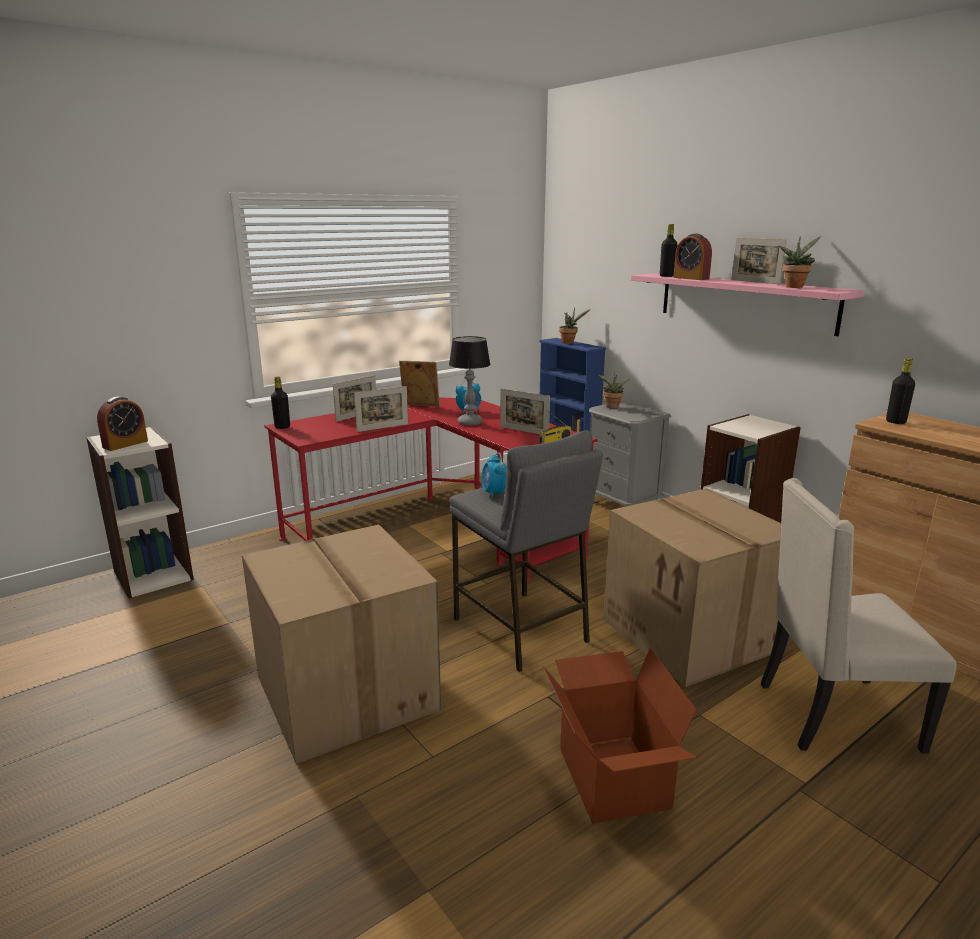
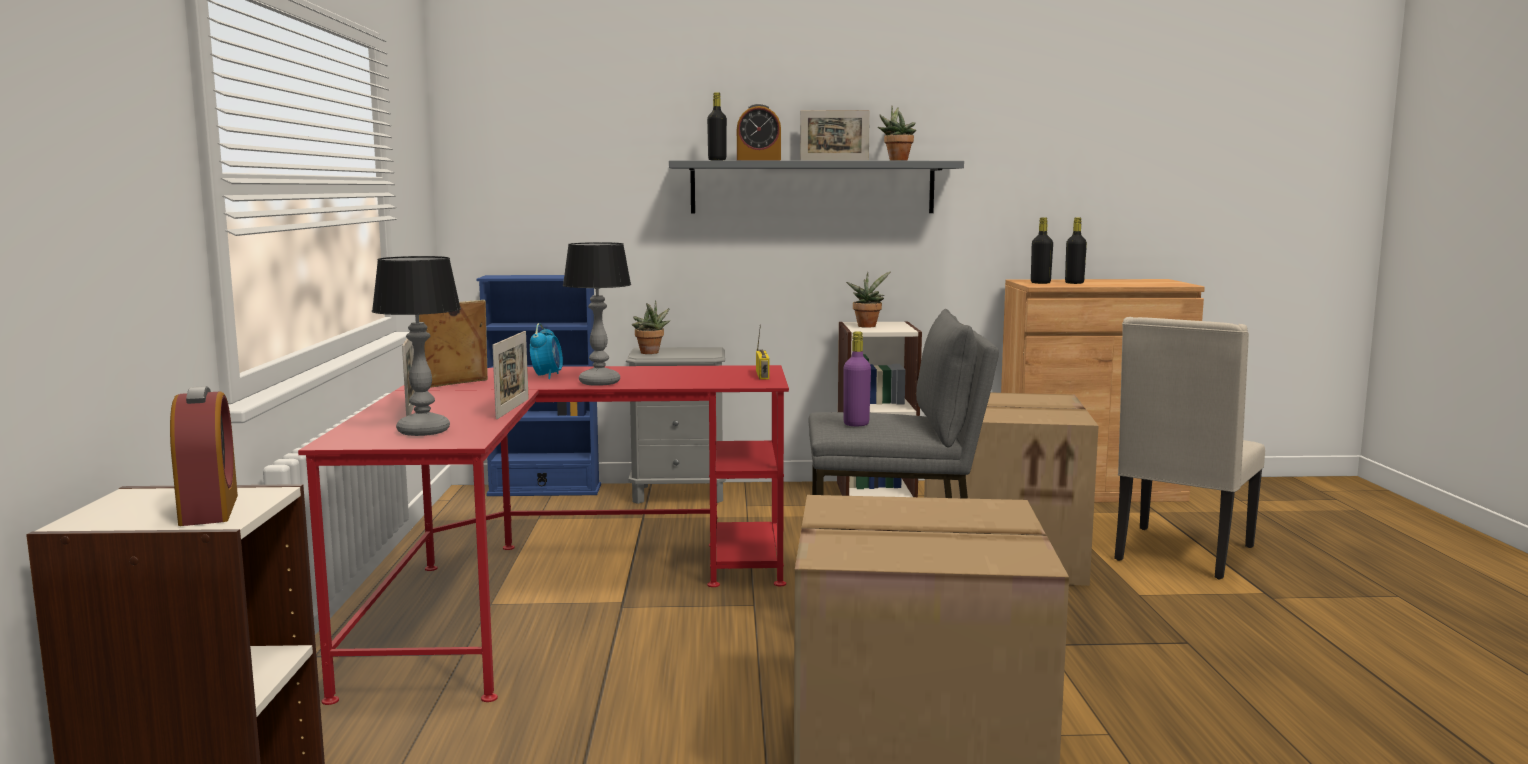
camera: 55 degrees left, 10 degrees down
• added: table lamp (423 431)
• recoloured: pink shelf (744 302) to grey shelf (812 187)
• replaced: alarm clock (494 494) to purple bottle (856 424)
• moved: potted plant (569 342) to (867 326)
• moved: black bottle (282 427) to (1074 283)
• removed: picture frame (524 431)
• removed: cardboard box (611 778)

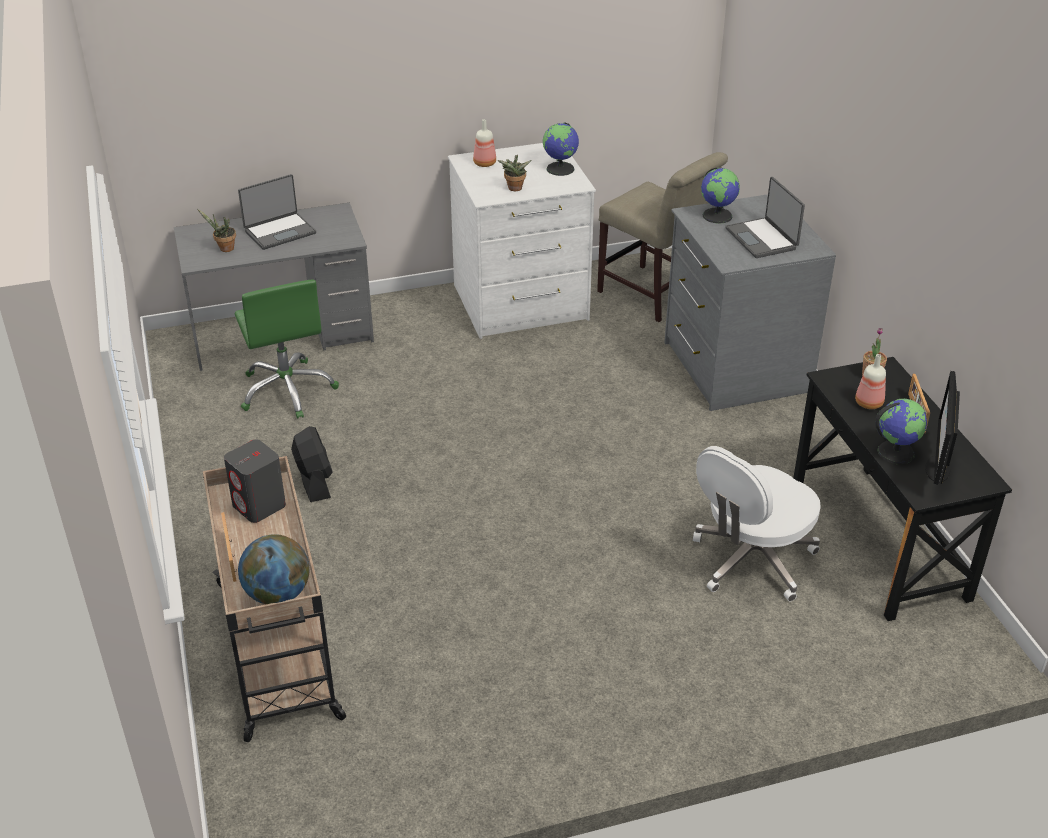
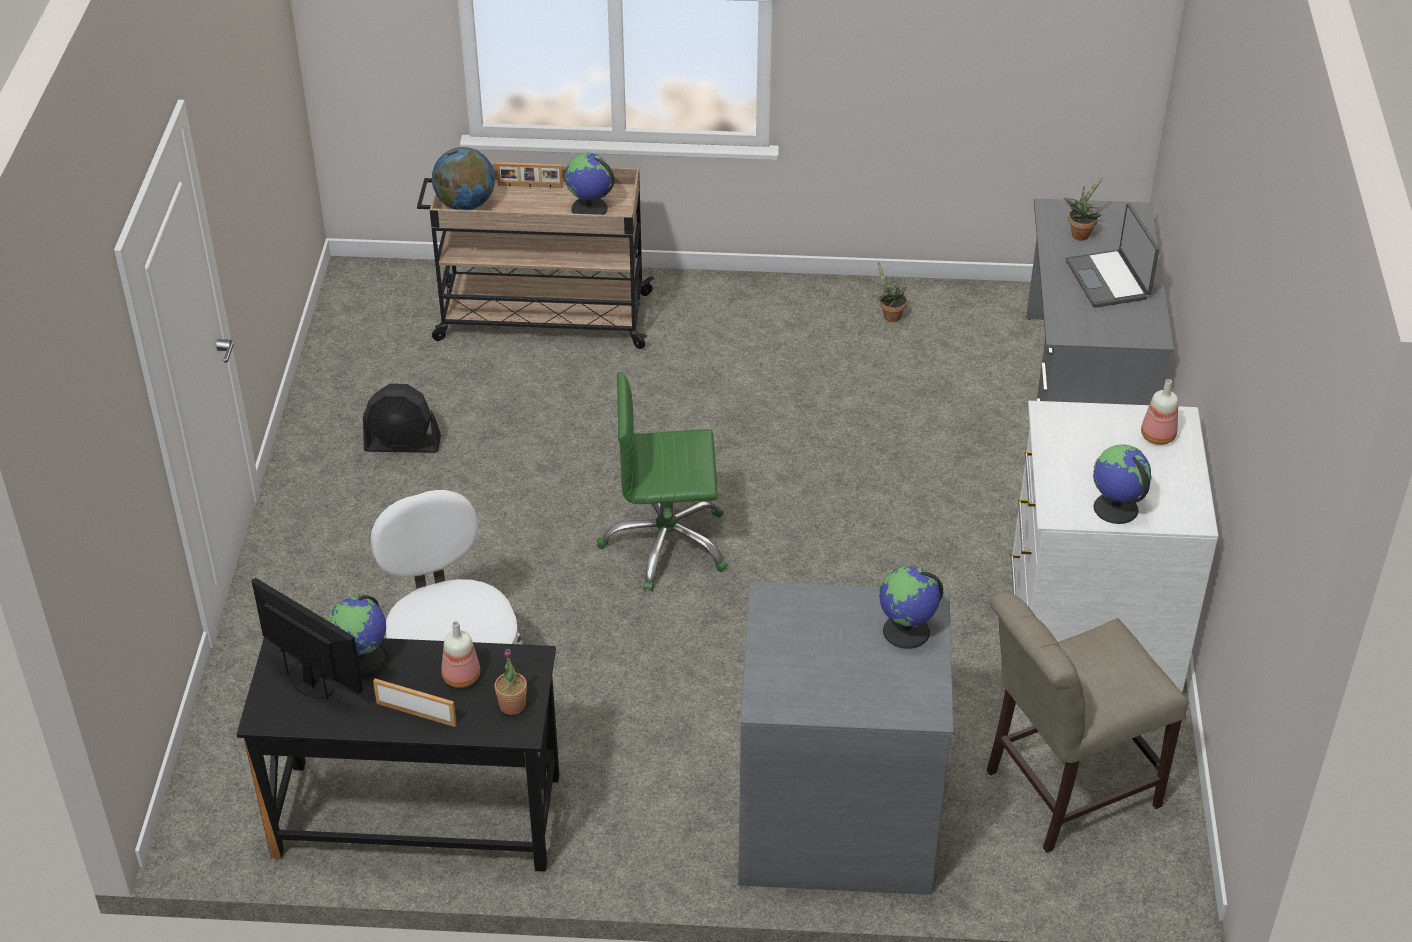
camera: 110 degrees right, 5 degrees up
• moved: black fan (314 481) to (403 444)
• replaced: grey speaker (259 506) to globe (589 209)
• moved: green office chair (287 390) to (666 544)
• moved: potted plant (514 189) to (889 316)
• removed: laptop (762 239)

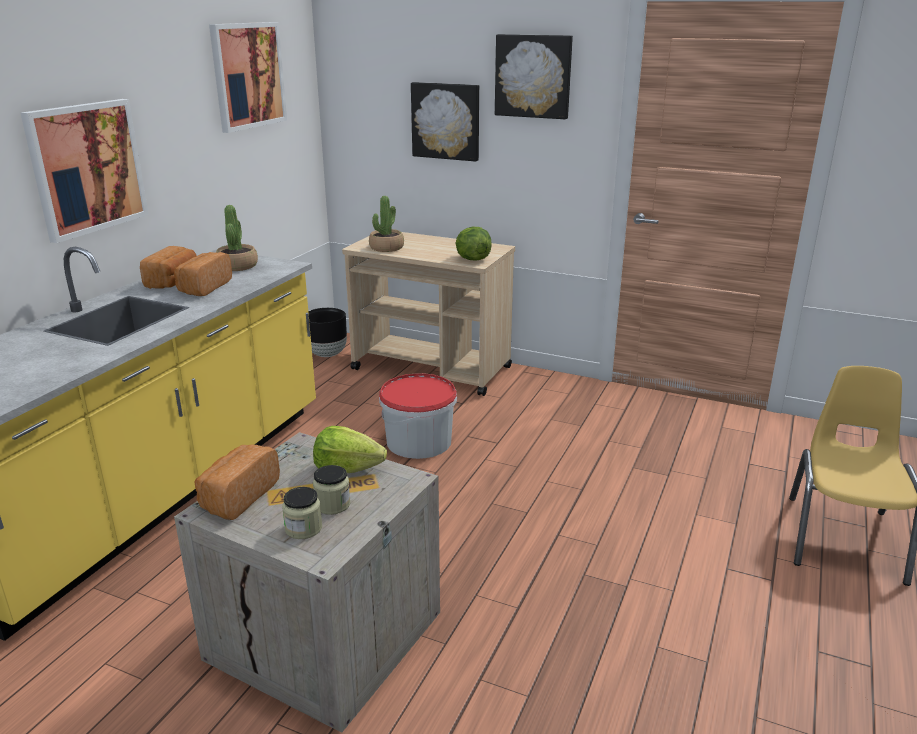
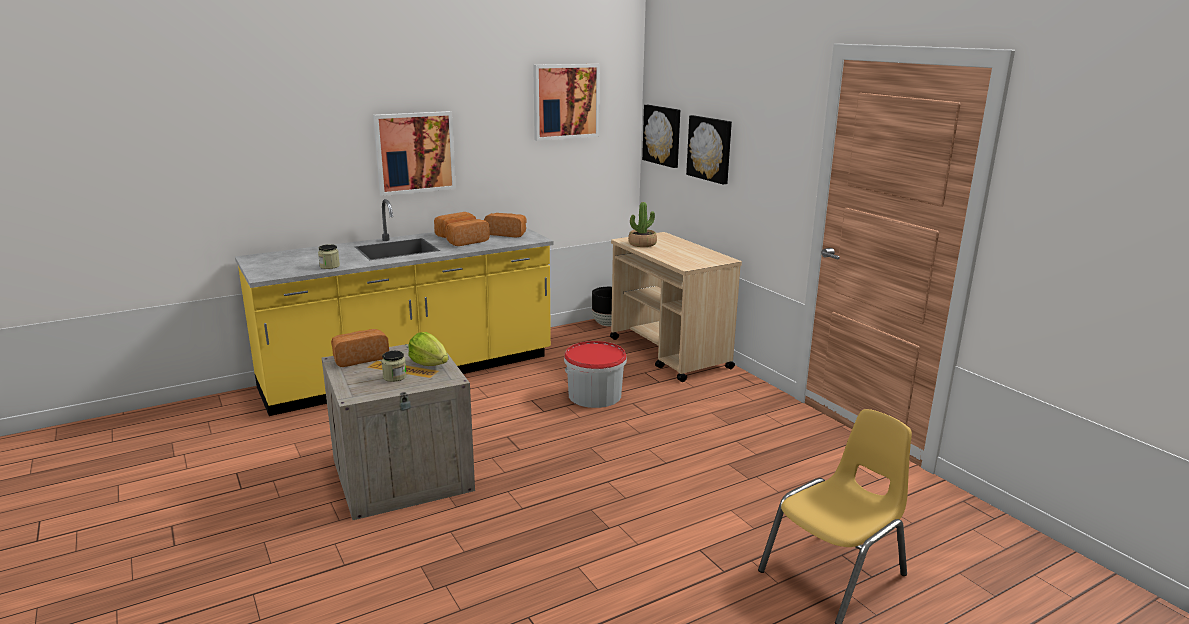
camera: 35 degrees right, 5 degrees down
• moved: jar (303 528) to (329 266)
• replaced: potted plant (237 266) to bread (507 234)
• moved: picture (533 76) to (663 135)
• removed: lettuce (472 259)

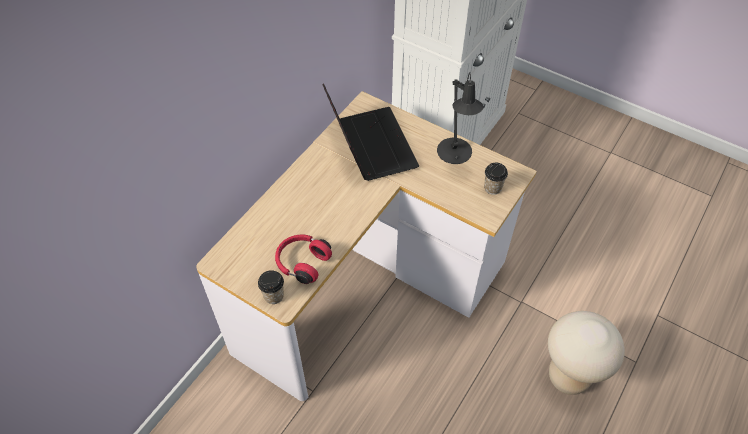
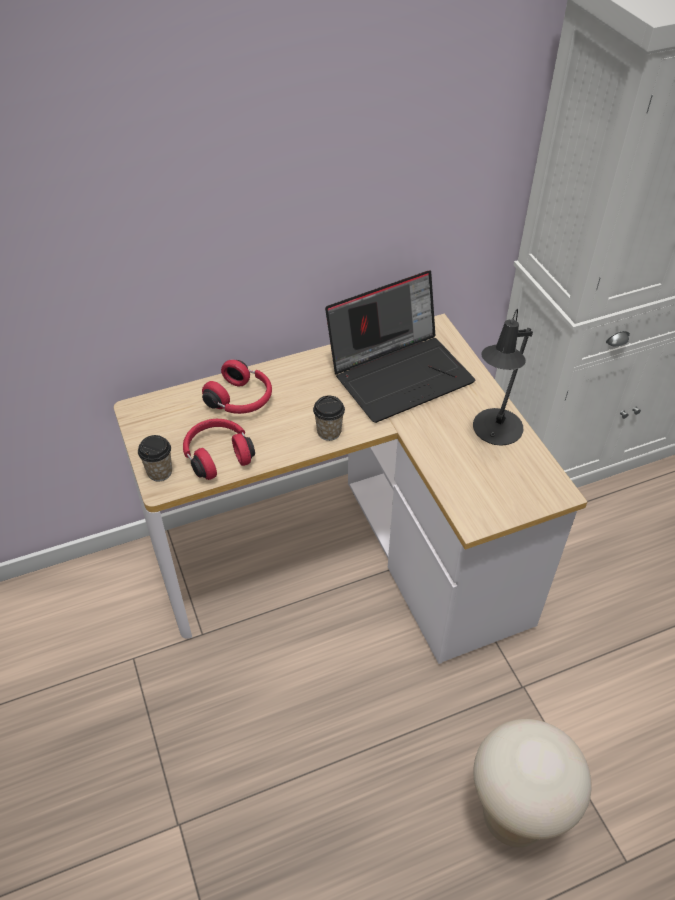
camera: 35 degrees right, 5 degrees down
• added: red headphones (241 400)
• moved: cup (492 188) to (329 432)
• turned: laptop (369 145) = (400 373) 45 degrees clockwise

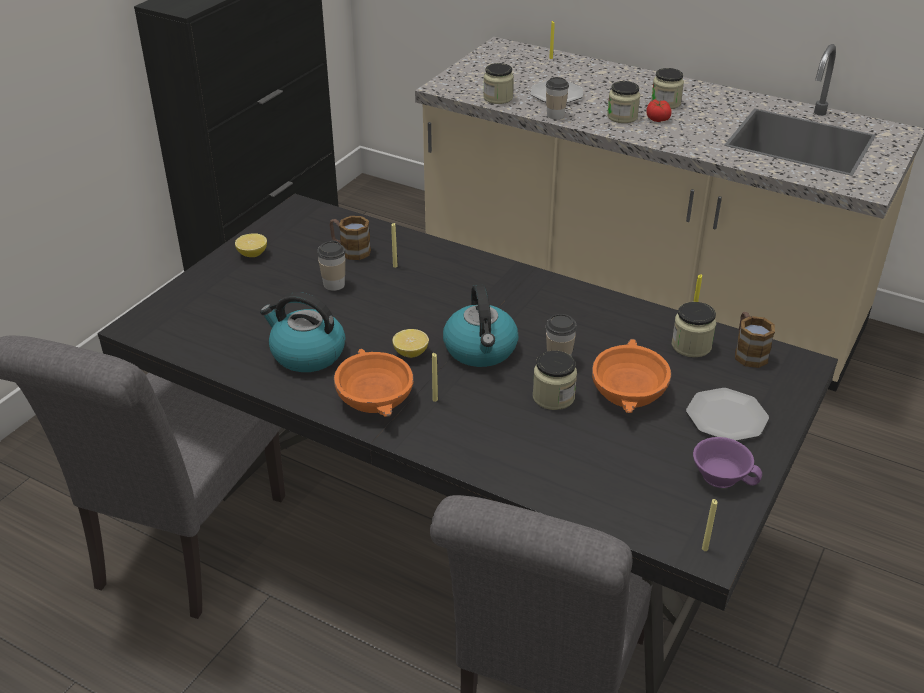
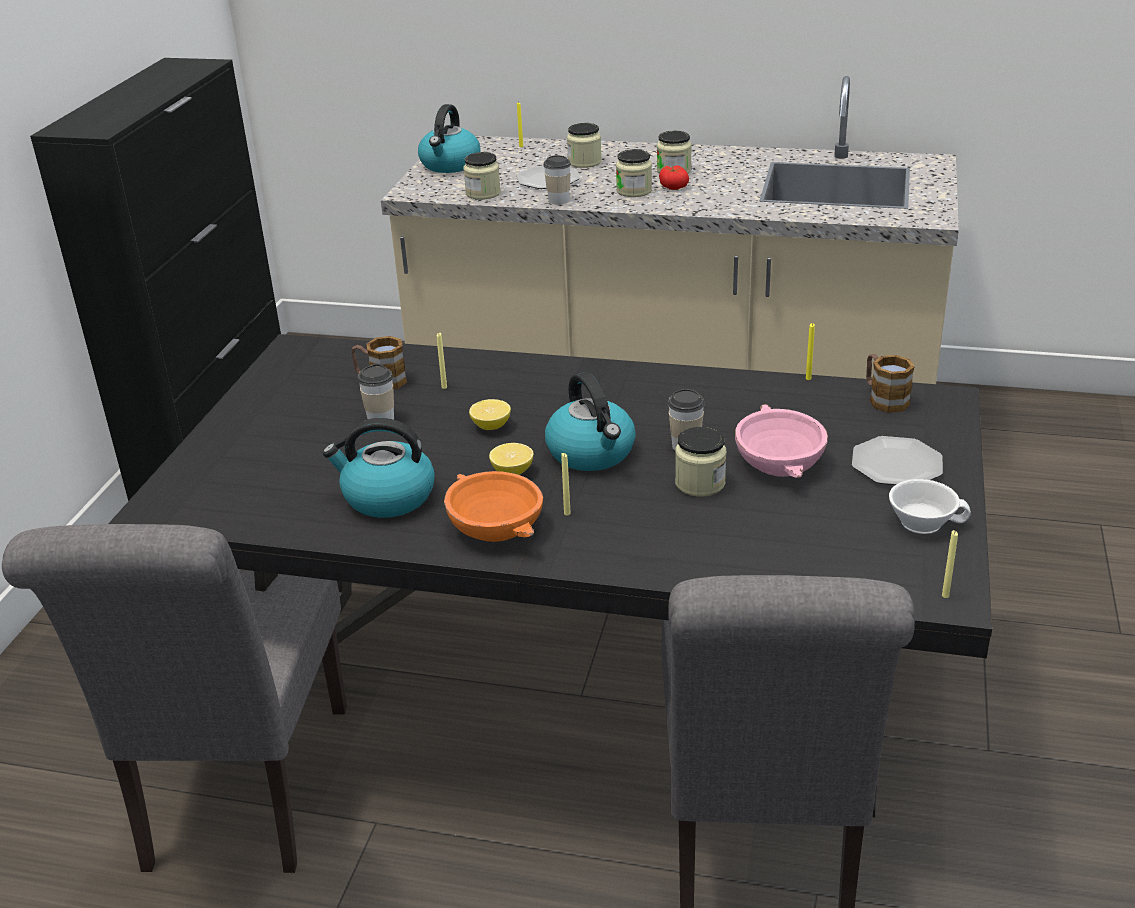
camera: 15 degrees left, 5 degrees down
• added: kettle (450 165)
• moved: lemon (252 254) to (491 426)
• moved: jar (691 346) to (584 162)
• recoloured: orange bowl (629 392) to pink bowl (781 462)
• recoloured: purple cup (722 475) to white cup (923 521)

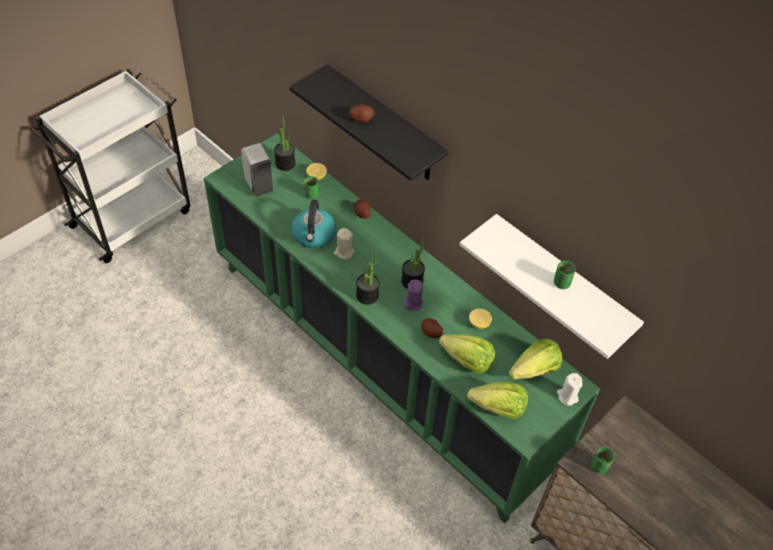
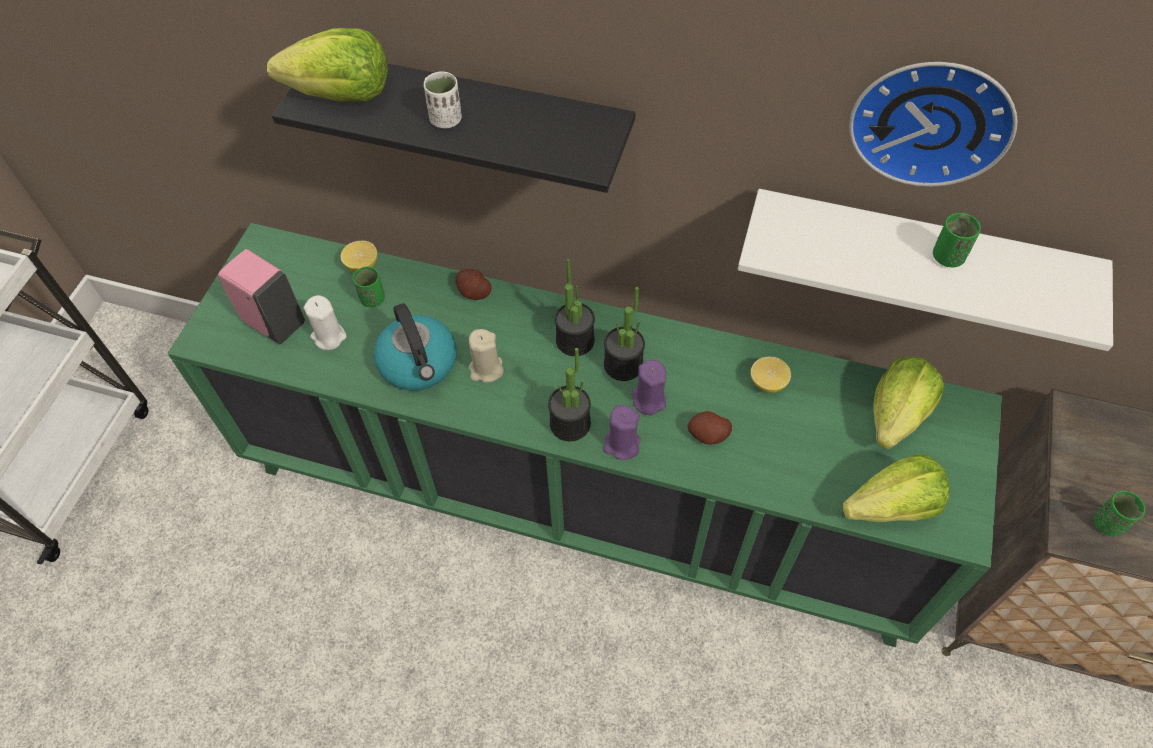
camera: 25 degrees left, 5 degrees up
• recoloured: white soap dispenser (258 185) to pink soap dispenser (273 322)
• moved: lettuce (467 361) to (341 95)
• moved: white candle (567 396) to (329 336)
• replaced: potato (361 119) to white cup (446 120)
• moved: potted plant (285 163) to (575 340)
• added: purple candle (621 444)
• added: wall clock (931 118)

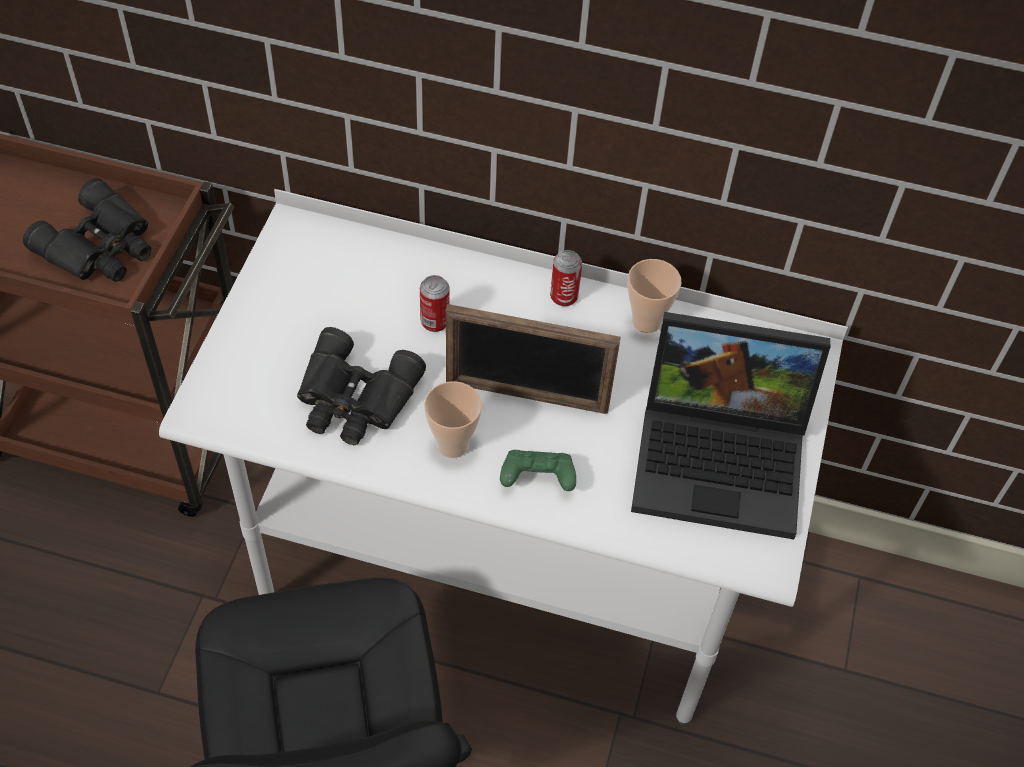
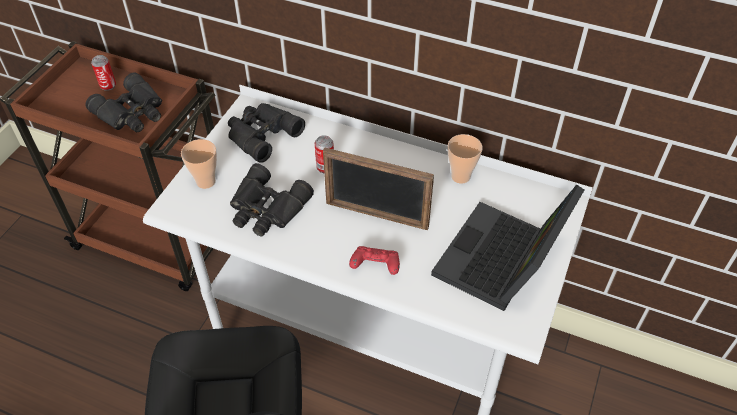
camera: 10 degrees right, 5 degrees down
• moved: can (564 296) to (108 86)
• moved: cup (452 444) to (206 181)
• added: black binoculars (261 134)
• recoloured: green game controller (537 479) to red game controller (375 266)
• turned: laptop (724 458) = (501 263) 105 degrees clockwise

